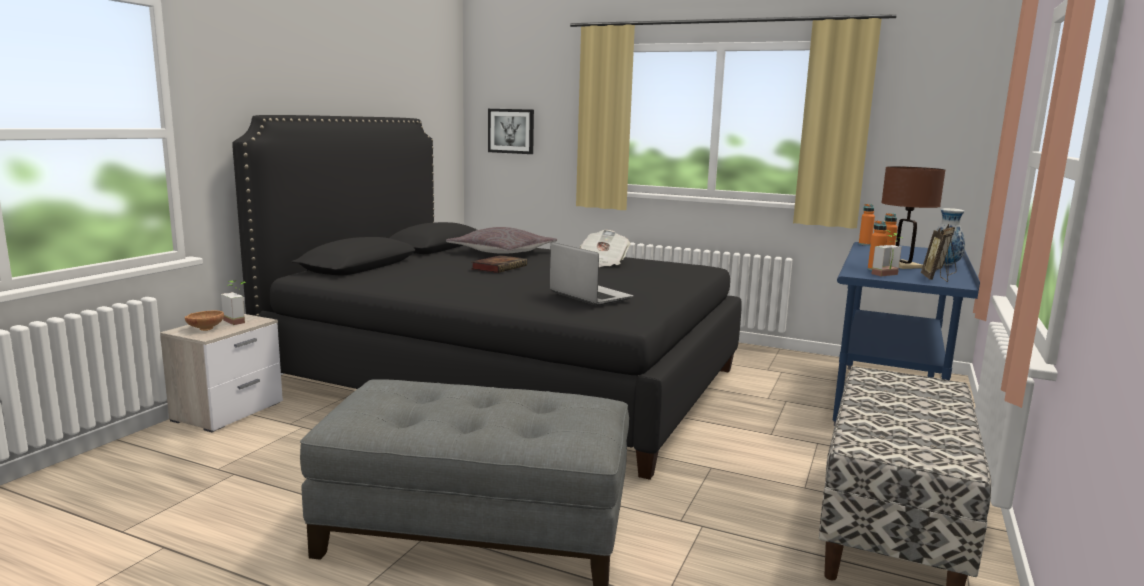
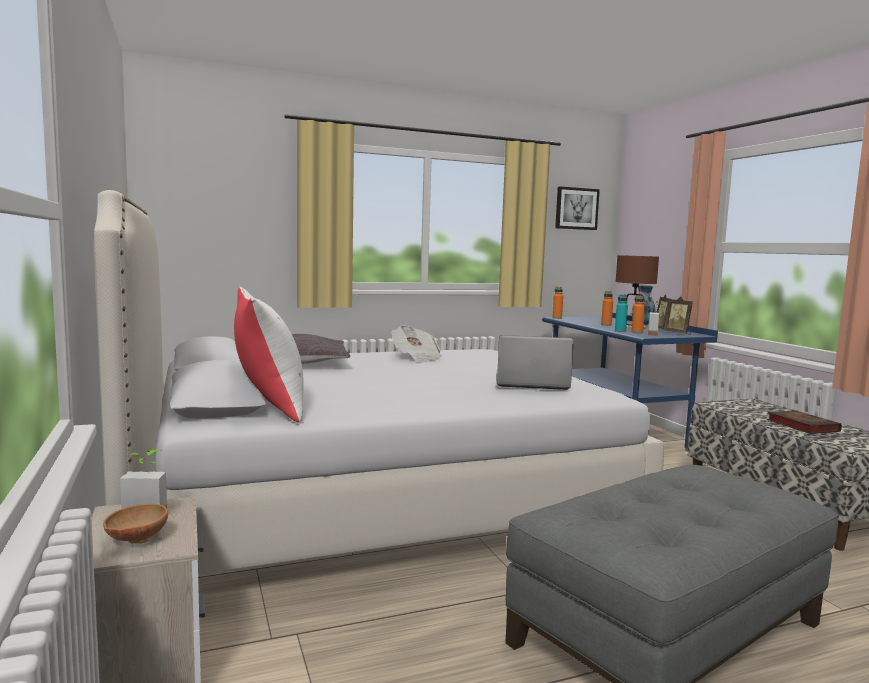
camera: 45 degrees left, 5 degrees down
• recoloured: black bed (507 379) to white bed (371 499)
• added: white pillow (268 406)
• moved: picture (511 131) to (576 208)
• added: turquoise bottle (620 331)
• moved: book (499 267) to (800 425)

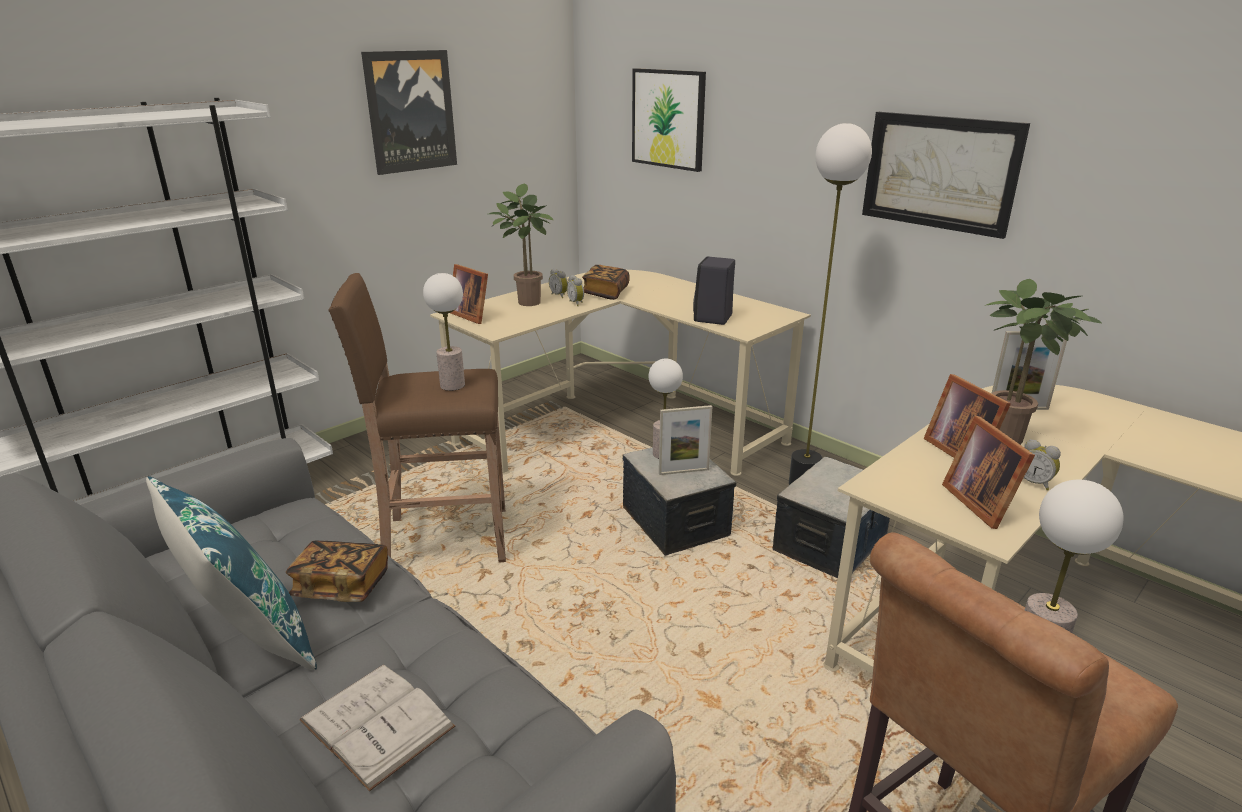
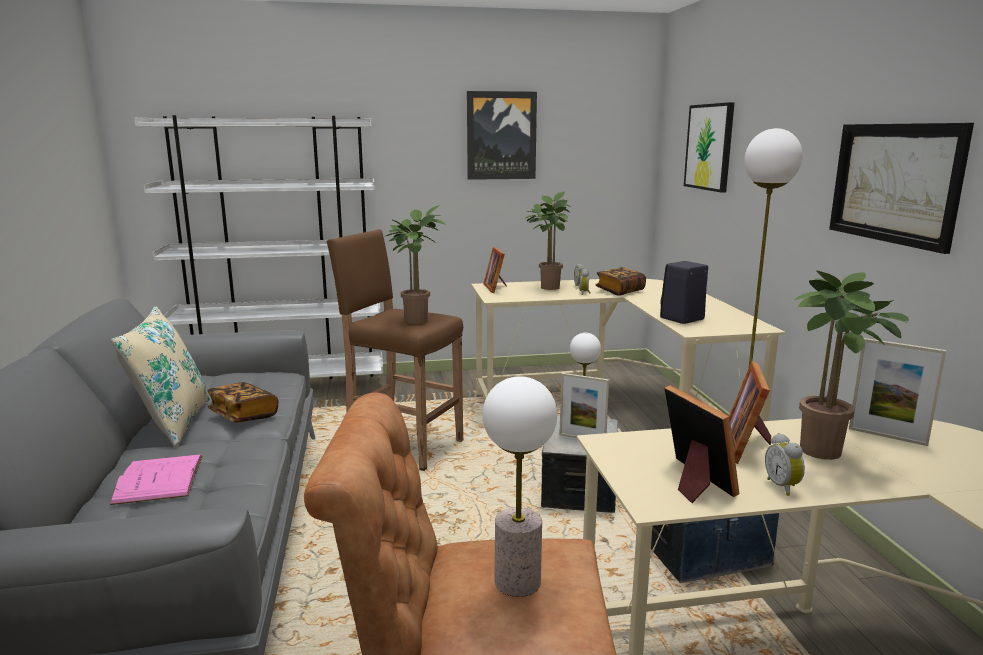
camera: 35 degrees right, 10 degrees down
• recoloured: white book (377 723) to pink book (159 479)
• recoloured: blue pillow (248 637) to beige pillow (172 423)
• replaced: table lamp (452 385) to potted plant (415 319)
• turned: picture frame (981 502) = (693 481) 135 degrees clockwise

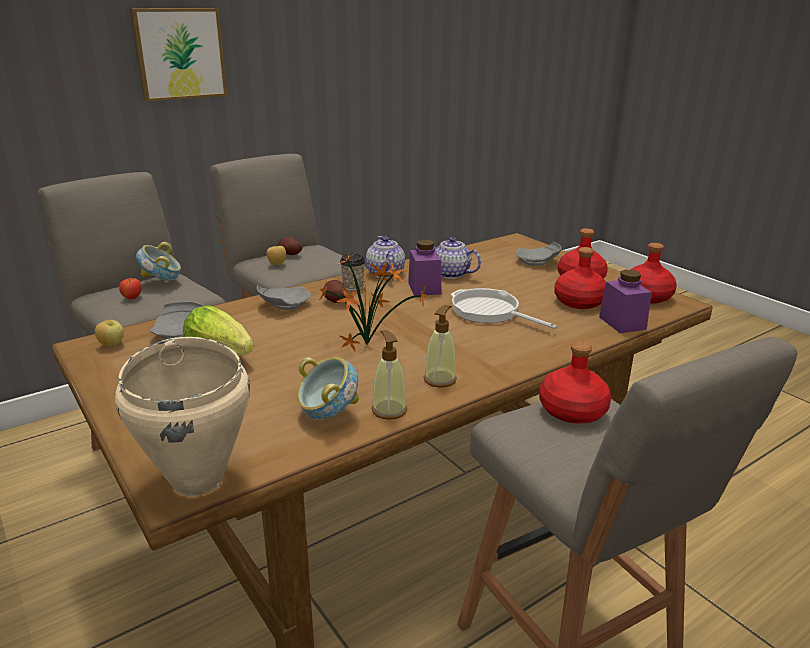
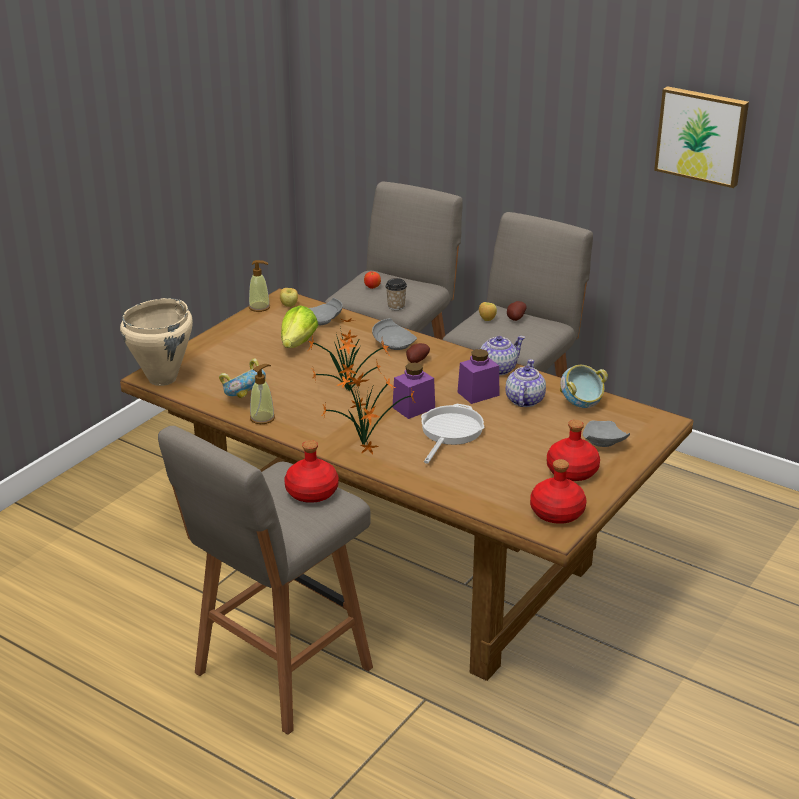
camera: 70 degrees right, 5 degrees up
• moved: soap dispenser (440 379) to (259 307)
• added: potted plant (364 444)
• moved: cup (353 287) to (396 306)
• moved: purple jar (622 323) to (413 408)
• moved: bowl (162 283) to (580 405)
• moved: picture (179 53) to (702 135)
• removed: red bottle (579 302)

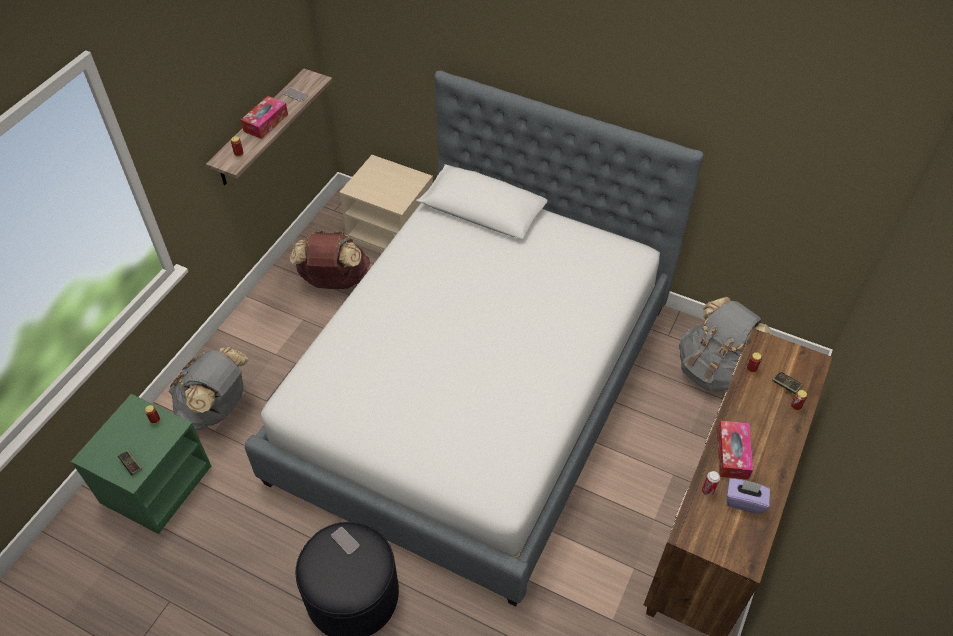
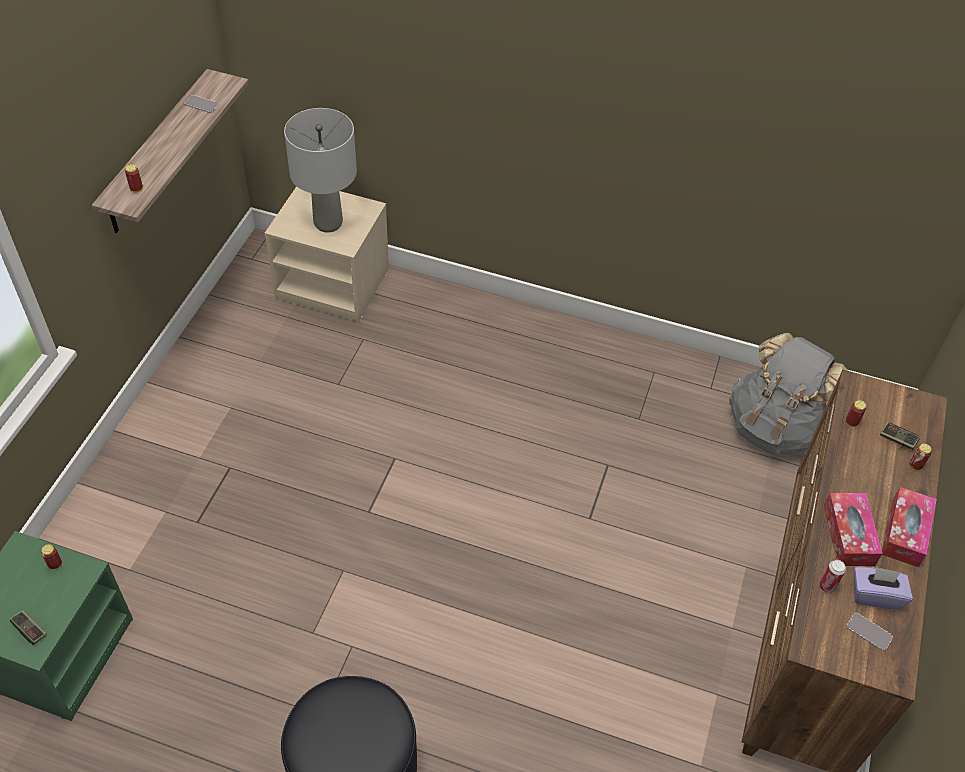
camera: 10 degrees left, 0 degrees up
• added: grey table lamp (328 222)
• moved: phone (345 541) to (869 632)
• moved: tissue box (266 123) to (905 532)
• removed: grey backpack (216 408)
• removed: bed (476 391)
• removed: brown backpack (334 281)

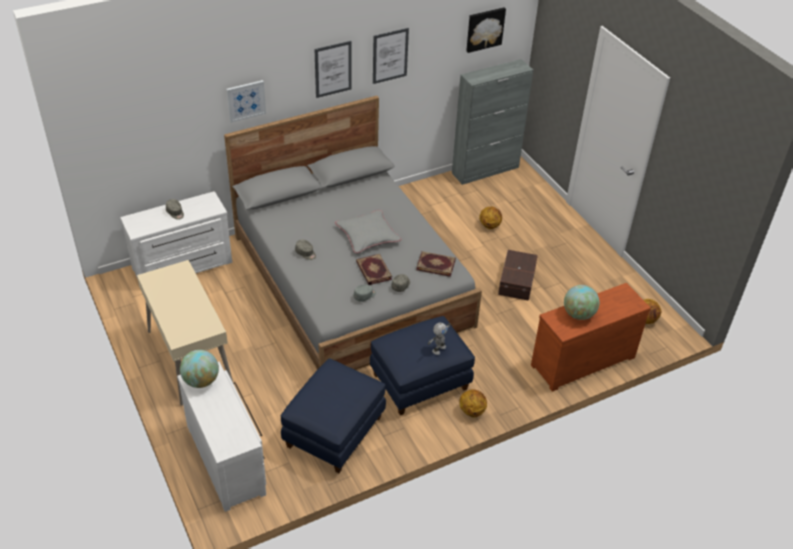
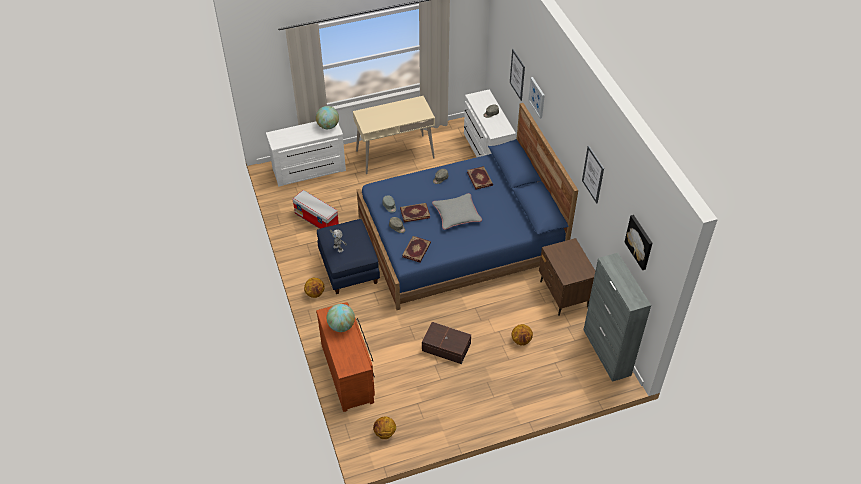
camera: 100 degrees right, 5 degrees up
• replaced: blue ottoman (334 431) to storage box (317 219)
• recoloured: grey bed (351 280) to blue bed (460 240)
• added: book (480 178)
• moved: picture (333 69) to (517 74)
• added: brown nightstand (564 294)

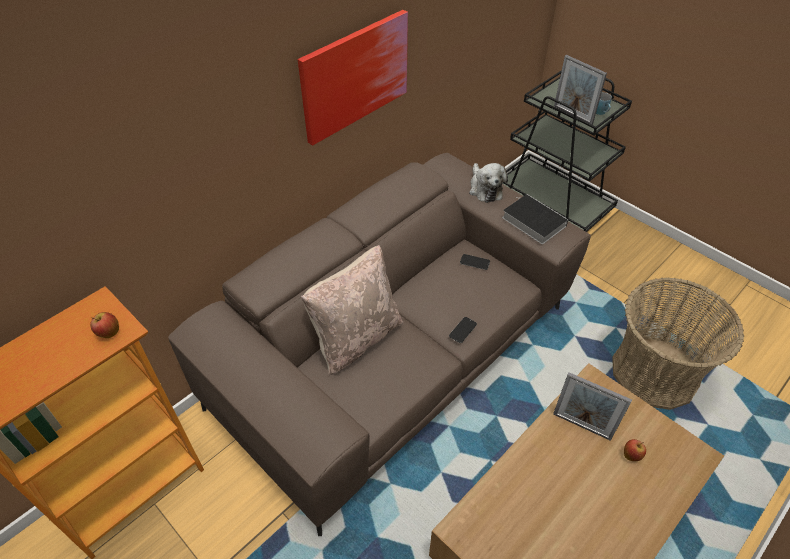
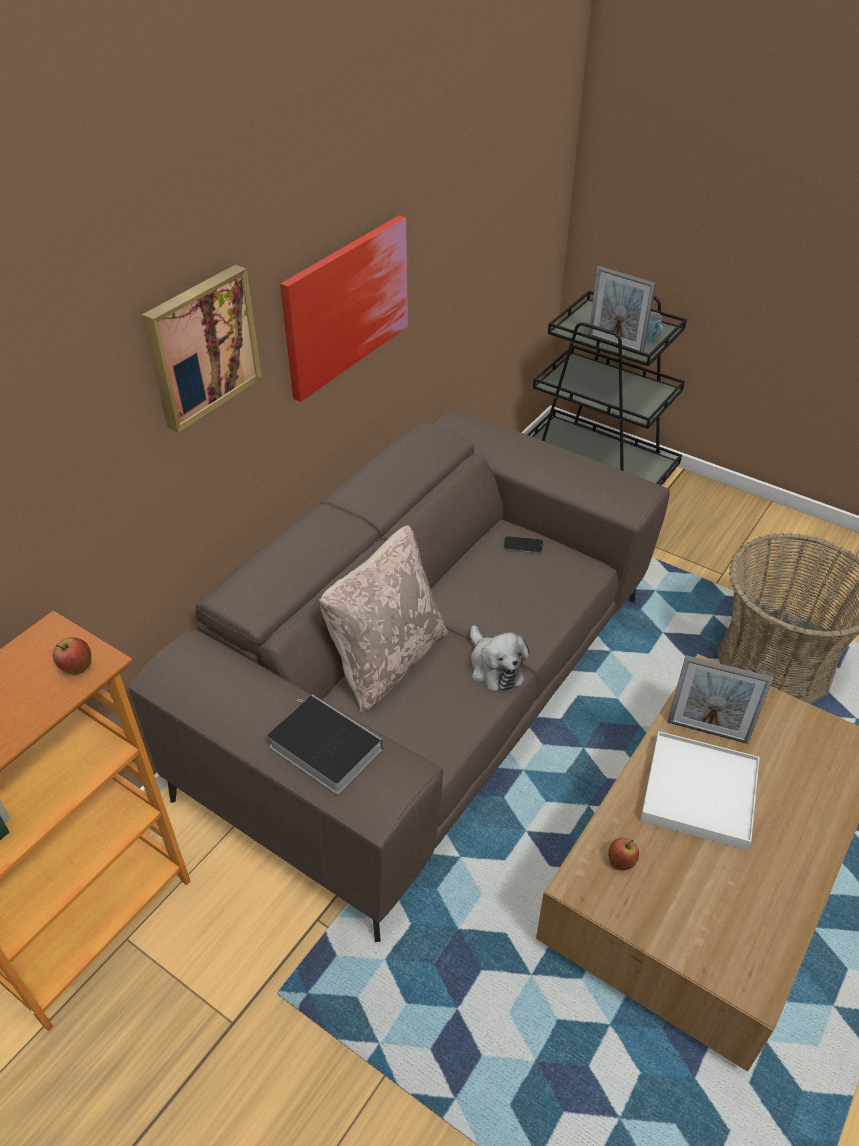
camera: 10 degrees left, 5 degrees down
• added: picture (201 346)
• moved: book (531 221) to (322 746)
• moved: plush toy (485 189) to (494 667)
• moved: apple (631 455) to (621 862)
• added: white tray (699 792)
• removed: phone (462 330)

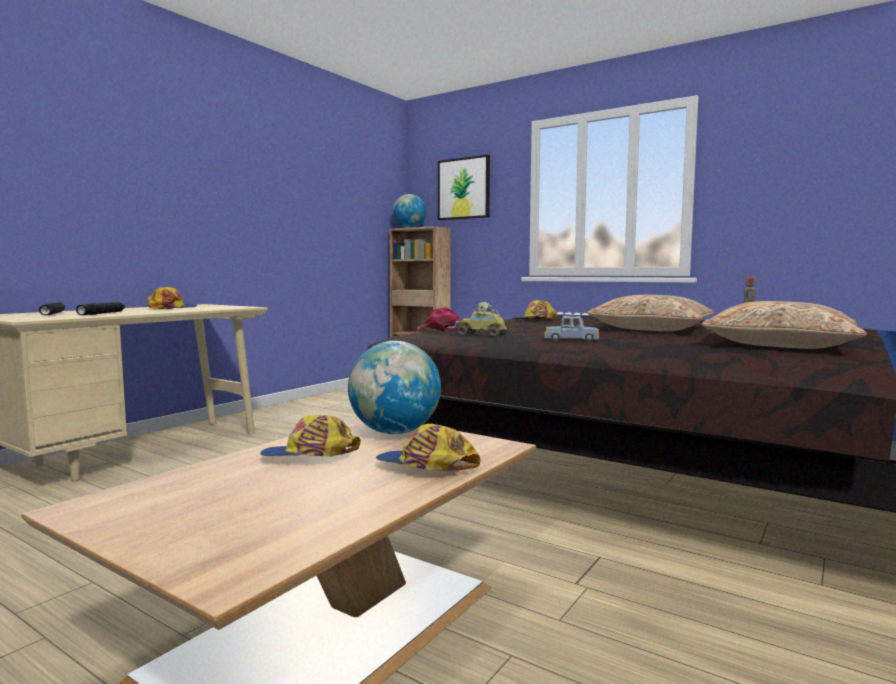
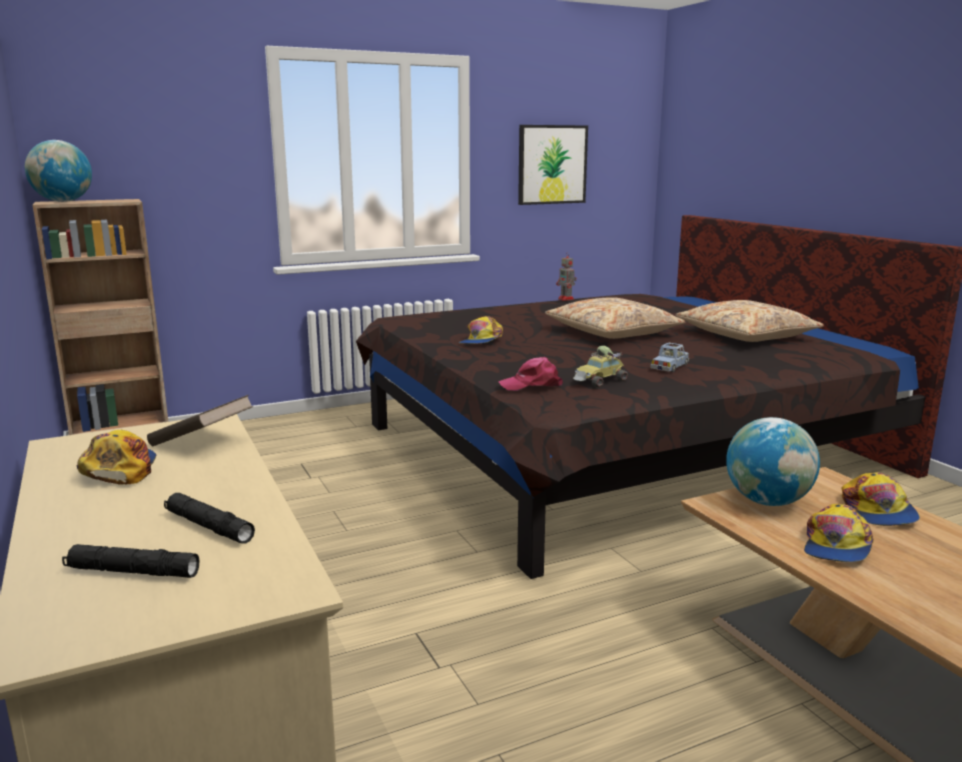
camera: 60 degrees left, 10 degrees up
• added: brown book (202 442)
• moved: picture (464 188) to (552 164)
• turned: cap (425 466) = (878 511) 60 degrees counterclockwise

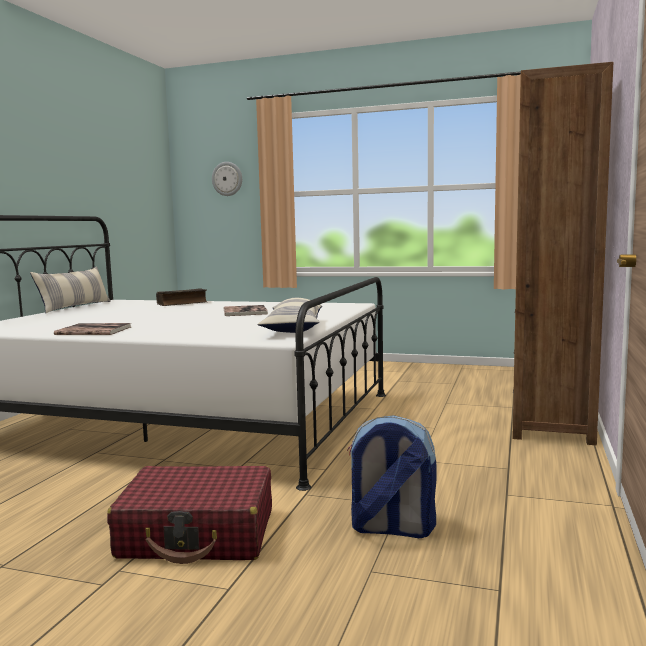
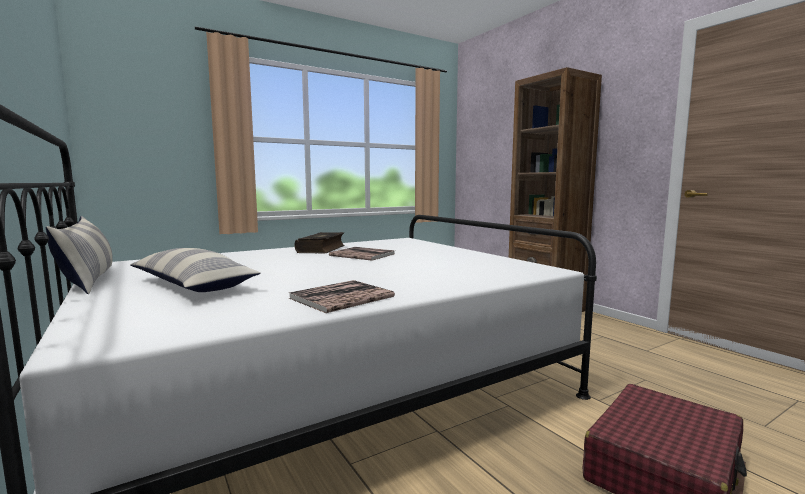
camera: 50 degrees left, 0 degrees up
• moved: pillow (293 328) to (192 285)
• moved: book (182 303) to (322 249)
• removed: wall clock (227 179)
• removed: backpack (391 528)

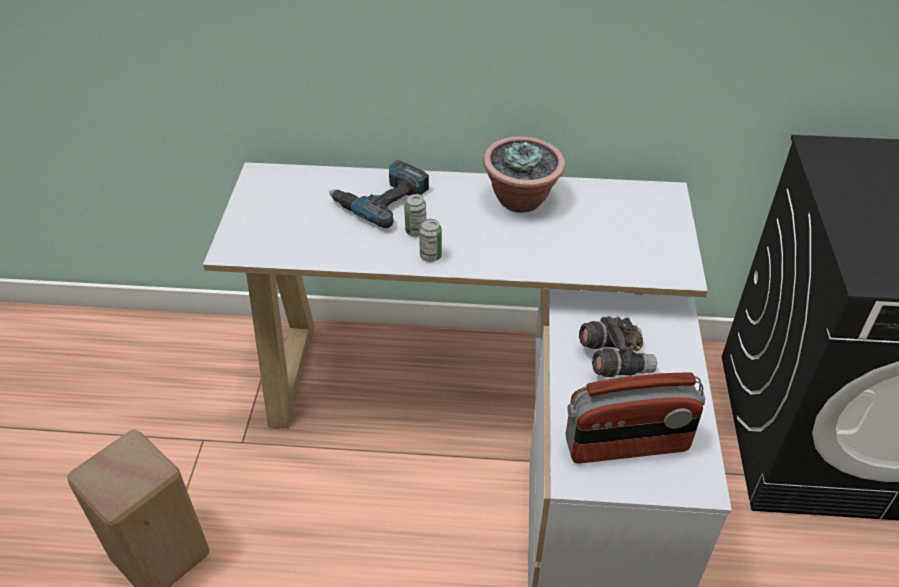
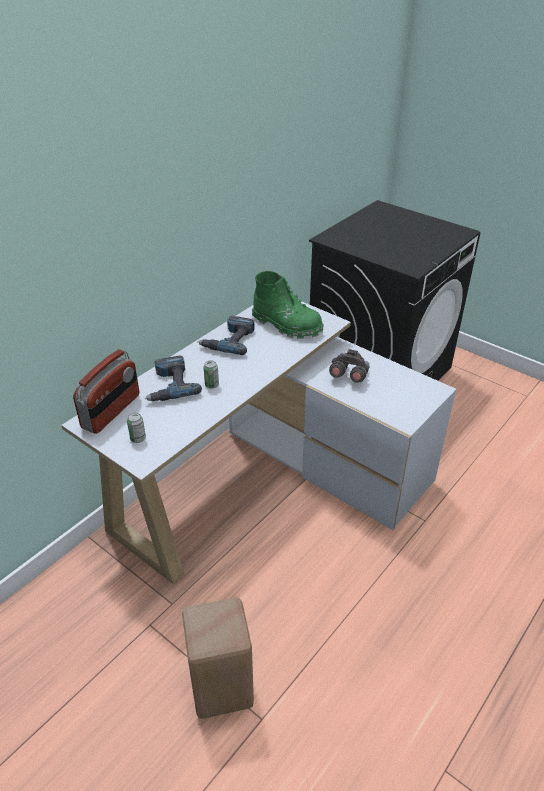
camera: 55 degrees left, 5 degrees down
• moved: radio (627 446) to (112 411)
• moved: can (430 256) to (138 438)
• replaced: potted plant (521 199) to power drill (229 340)
• added: green boot (287 325)

